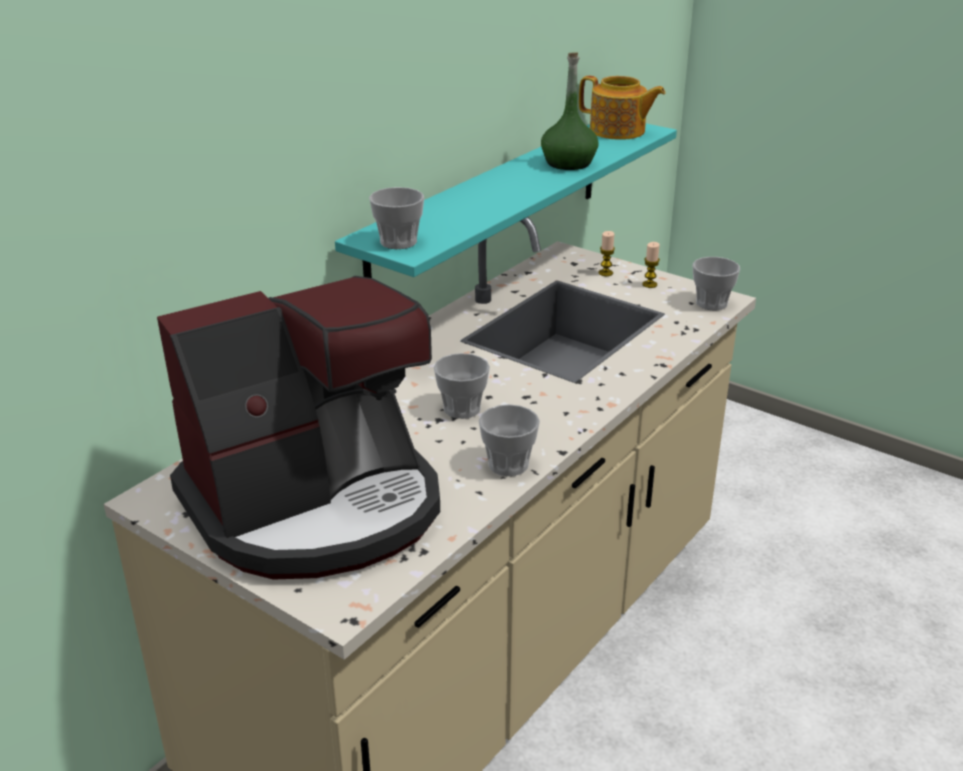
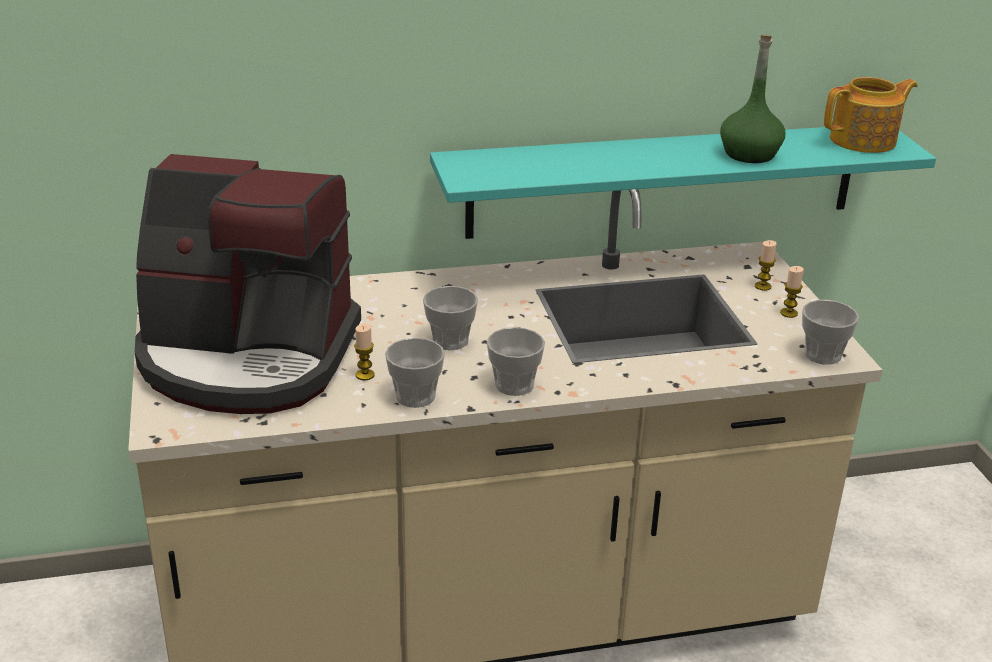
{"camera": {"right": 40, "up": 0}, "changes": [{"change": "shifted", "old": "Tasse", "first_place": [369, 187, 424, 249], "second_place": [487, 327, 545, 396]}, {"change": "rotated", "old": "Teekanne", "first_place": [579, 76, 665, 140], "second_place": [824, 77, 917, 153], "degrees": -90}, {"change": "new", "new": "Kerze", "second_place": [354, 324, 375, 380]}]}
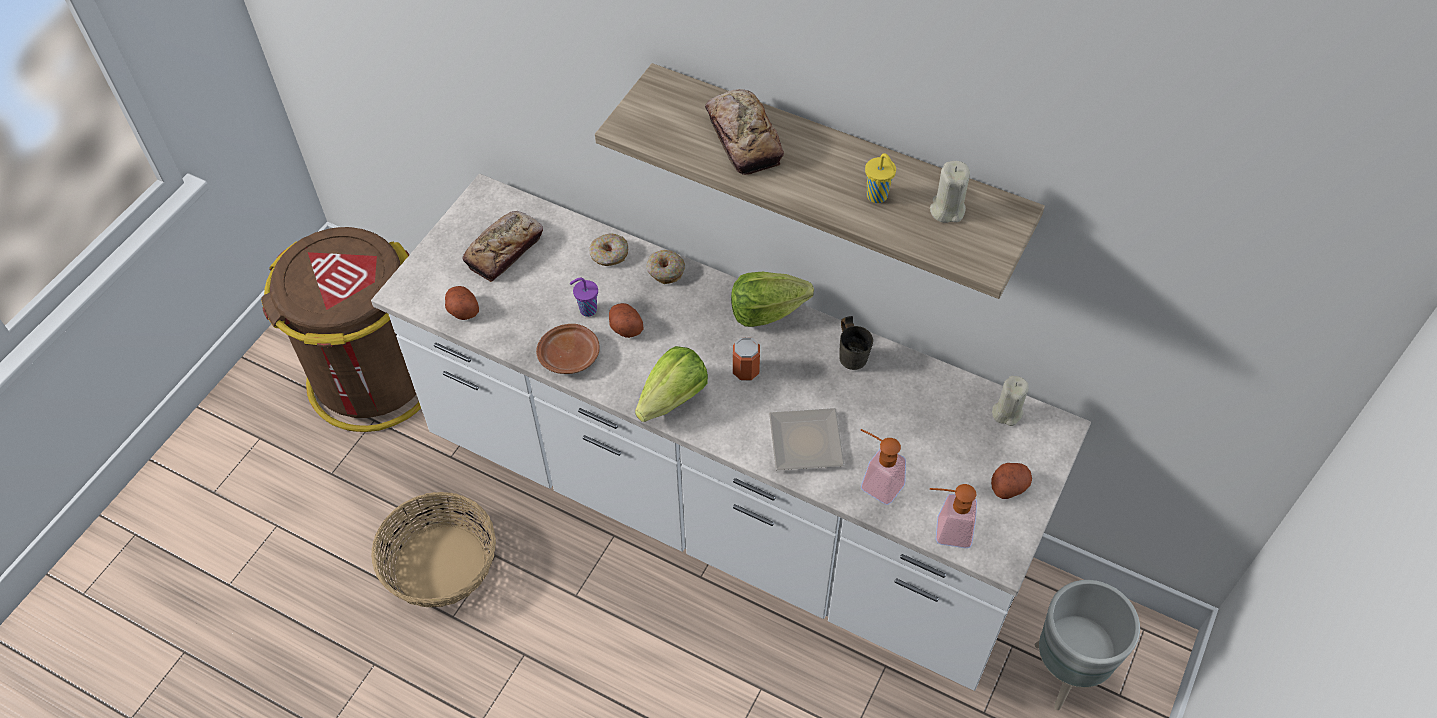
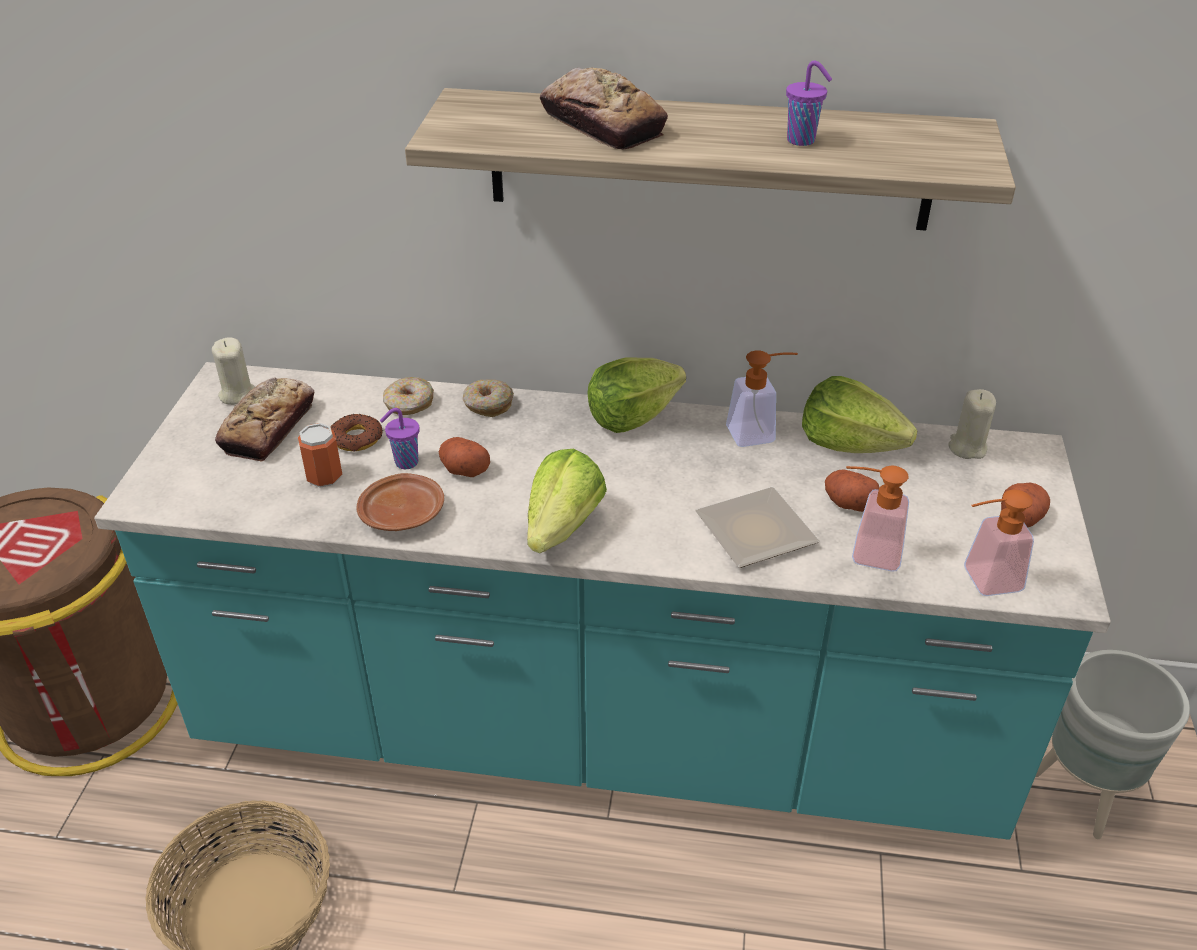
{"camera": {"right": -20, "up": -15}, "changes": [{"change": "repainted", "old": "Küchenzeile/weiß", "new": "Küchenzeile/türkis", "first_place": [371, 174, 1091, 691], "second_place": [94, 362, 1111, 840]}, {"change": "shifted", "old": "Kartoffel", "first_place": [445, 286, 479, 320], "second_place": [825, 470, 879, 512]}, {"change": "shifted", "old": "Dose", "first_place": [733, 337, 760, 381], "second_place": [298, 423, 342, 488]}, {"change": "swapped", "old": "Henkelbecher/grau", "new": "Seifenspender", "first_place": [839, 316, 873, 370], "second_place": [726, 350, 798, 447]}, {"change": "repainted", "old": "Tasse/gelb", "new": "Tasse/lila", "first_place": [865, 153, 896, 203], "second_place": [786, 61, 832, 146]}, {"change": "shifted", "old": "Kerze/beige", "first_place": [930, 161, 970, 223], "second_place": [212, 337, 255, 405]}, {"change": "new", "new": "Donut", "second_place": [331, 414, 383, 452]}, {"change": "new", "new": "Salatkopf", "second_place": [802, 376, 918, 453]}]}
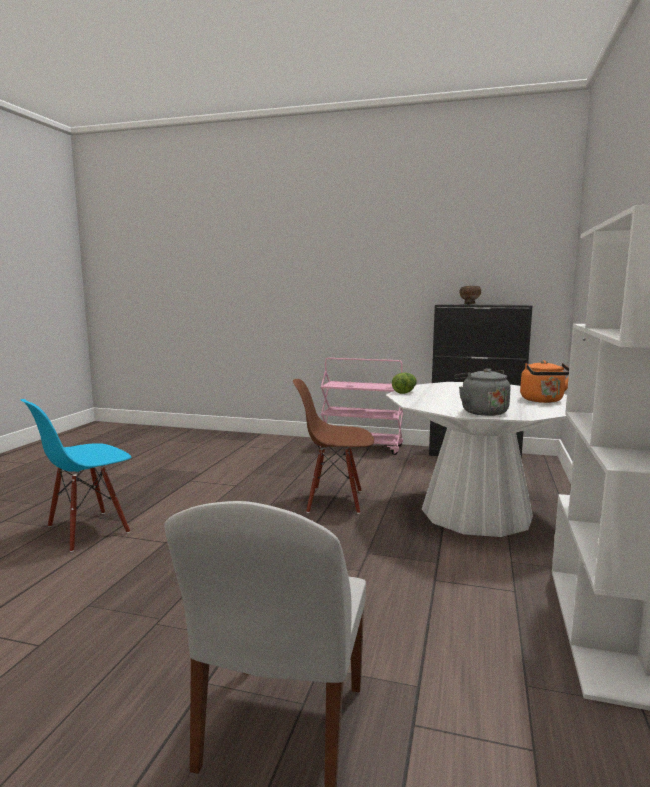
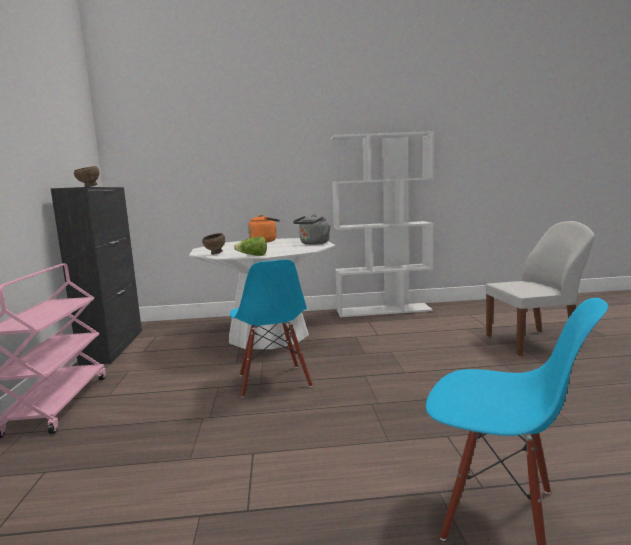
{"camera": {"right": -110, "up": 0}, "changes": [{"change": "repainted", "old": "Stuhl/braun", "new": "Stuhl/blau", "first_place": [293, 379, 374, 514], "second_place": [230, 260, 313, 398]}, {"change": "new", "new": "Schüssel/braun", "second_place": [202, 233, 225, 255]}]}
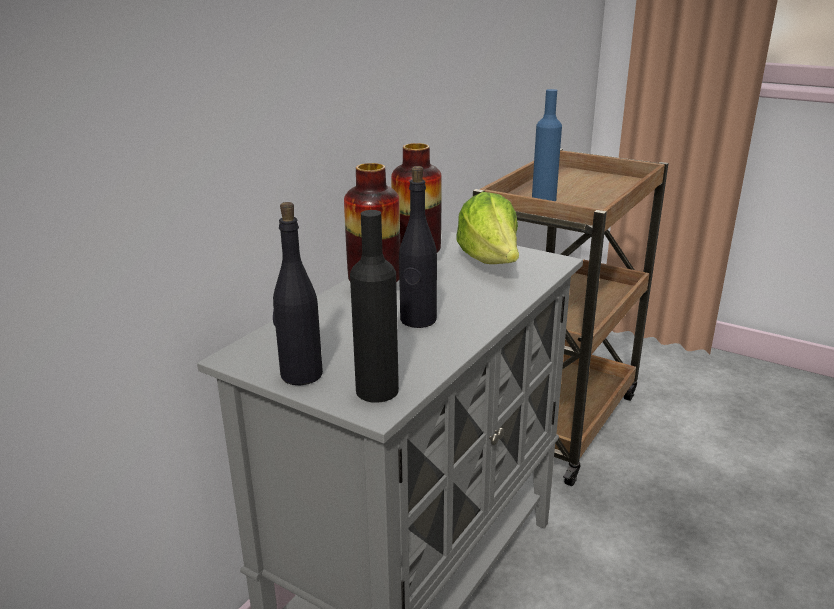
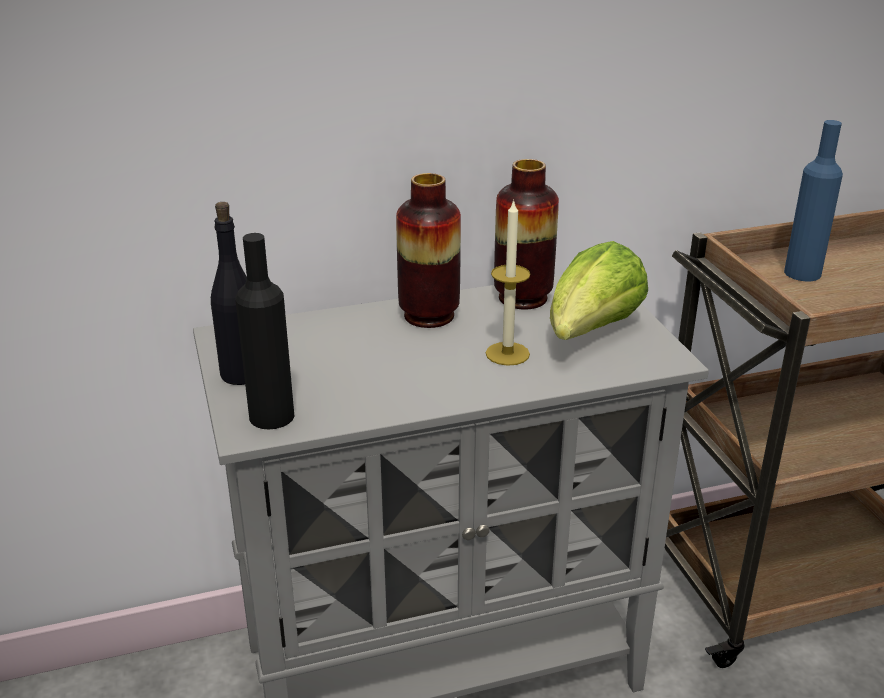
{"camera": {"right": 40, "up": 5}, "changes": [{"change": "gone", "old": "Flasche/schwarz", "first_place": [399, 166, 437, 328]}, {"change": "new", "new": "Kerze", "second_place": [486, 199, 531, 366]}]}
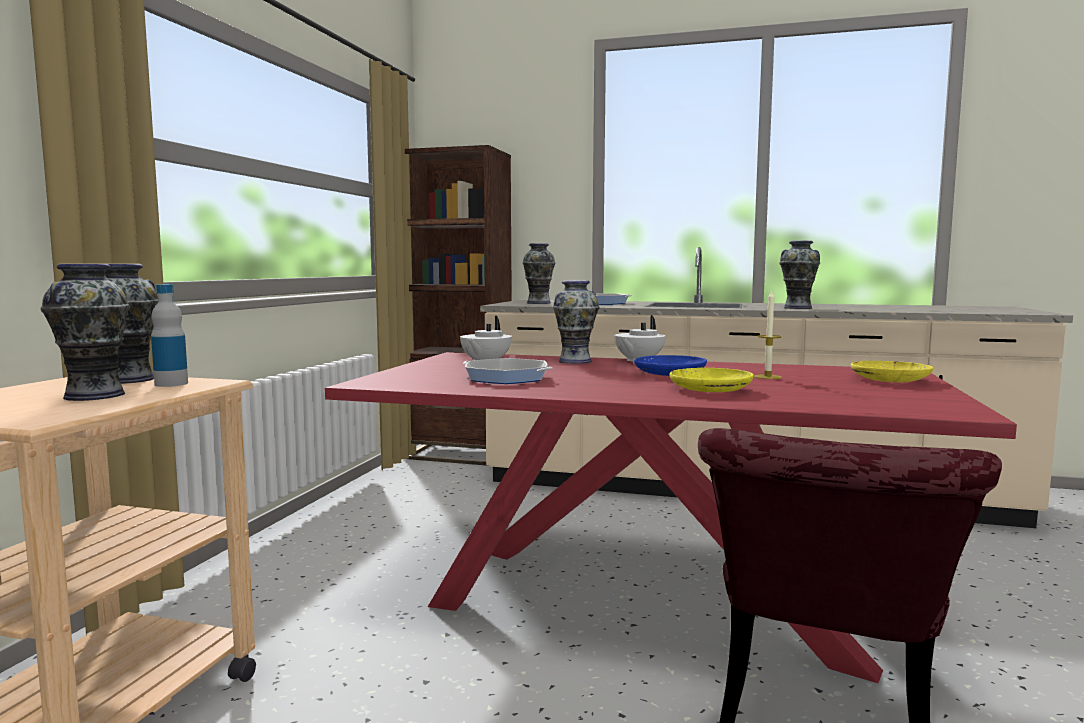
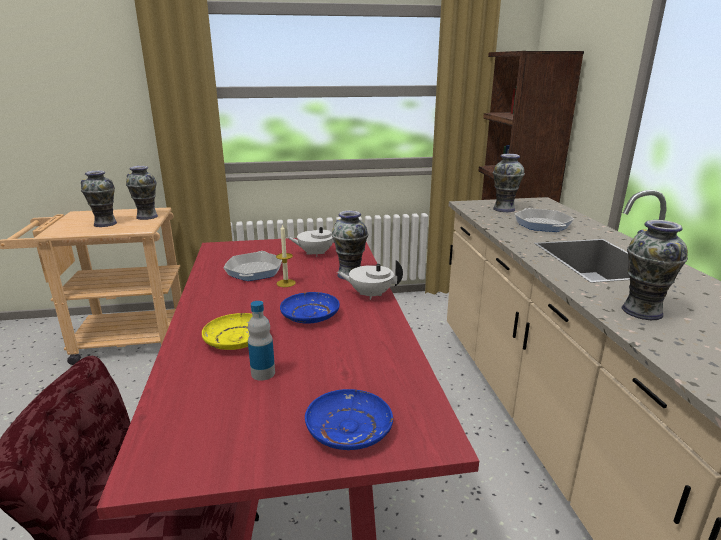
{"camera": {"right": 65, "up": 15}, "changes": [{"change": "shifted", "old": "Flasche", "first_place": [151, 284, 188, 387], "second_place": [248, 301, 275, 381]}, {"change": "shifted", "old": "Kerze", "first_place": [754, 290, 782, 379], "second_place": [276, 224, 296, 287]}, {"change": "repainted", "old": "Teller/gelb", "new": "Teller/blau", "first_place": [851, 361, 933, 383], "second_place": [305, 389, 393, 450]}]}
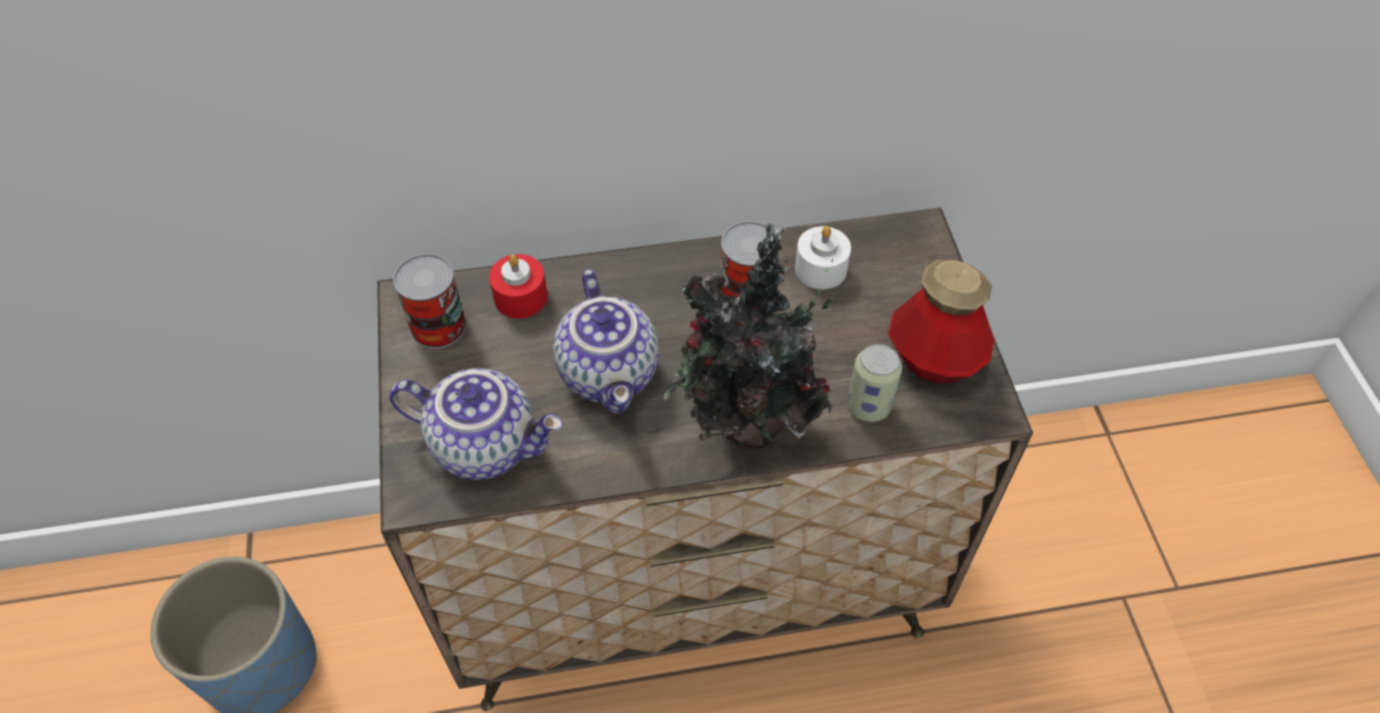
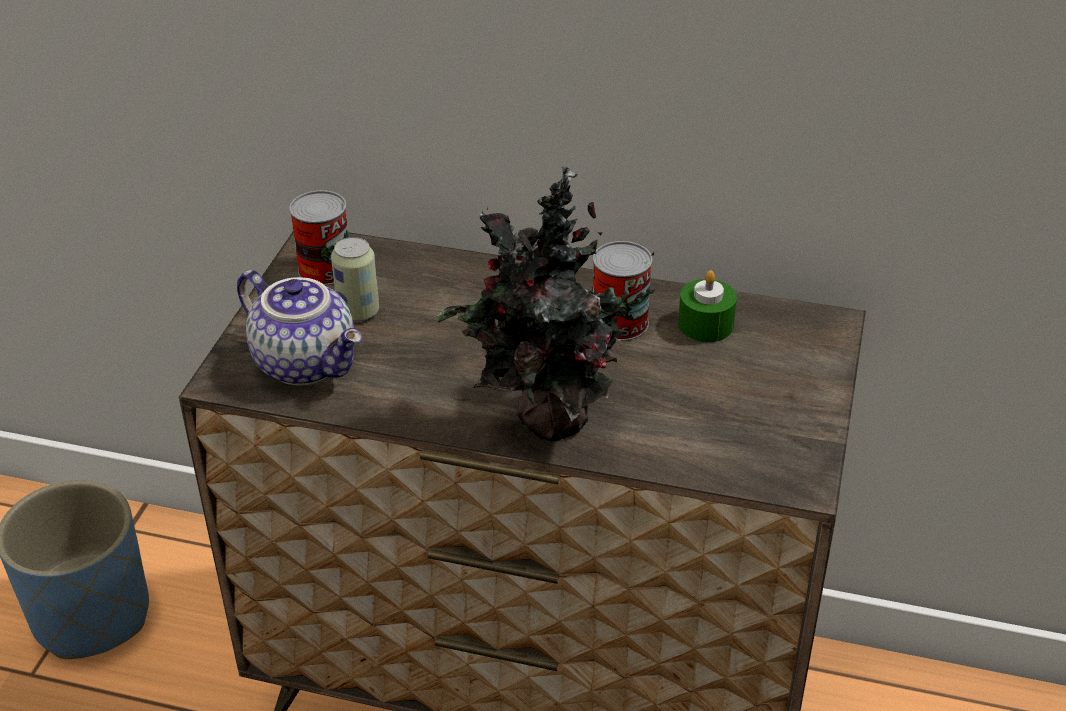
{"camera": {"right": 25, "up": -15}, "changes": [{"change": "gone", "old": "Kerze/rot", "first_place": [489, 254, 548, 319]}, {"change": "gone", "old": "Teekanne", "first_place": [553, 269, 659, 413]}, {"change": "repainted", "old": "Kerze/weiß", "new": "Kerze/grün", "first_place": [795, 226, 851, 289], "second_place": [678, 270, 737, 342]}, {"change": "shifted", "old": "Dose", "first_place": [847, 344, 902, 422], "second_place": [331, 237, 379, 321]}, {"change": "gone", "old": "Flasche", "first_place": [888, 259, 994, 384]}]}
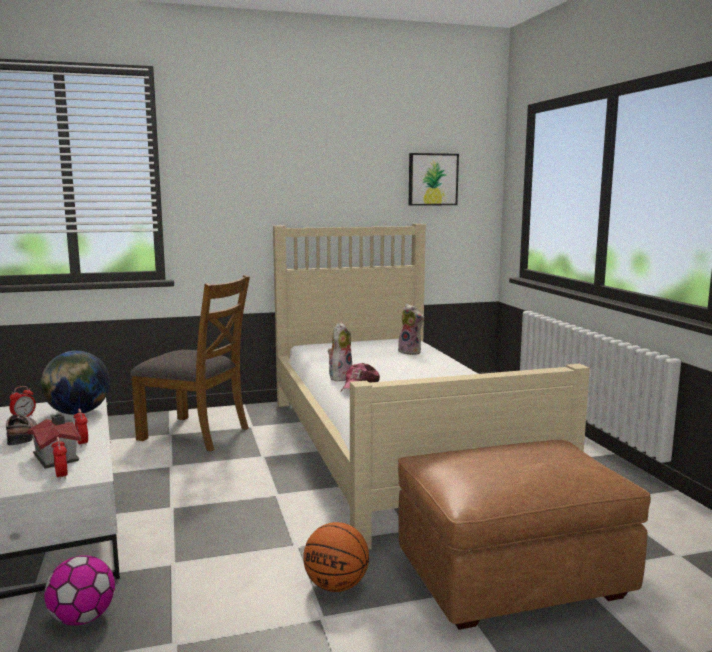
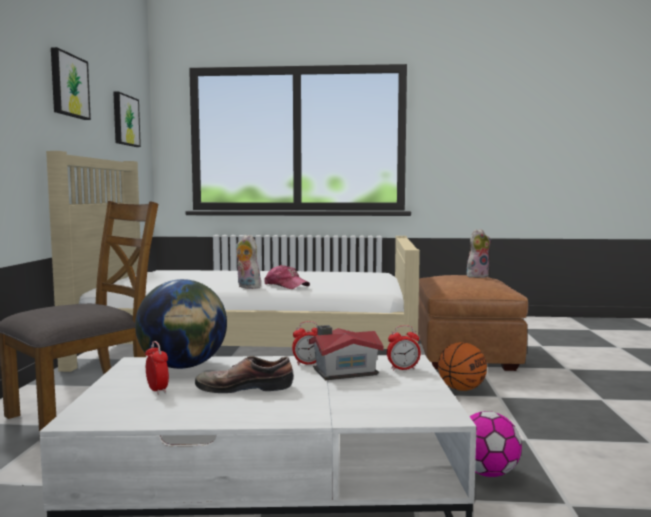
{"camera": {"right": -70, "up": -5}, "changes": [{"change": "shifted", "old": "Plüschtier", "first_place": [398, 304, 424, 355], "second_place": [467, 229, 491, 278]}, {"change": "new", "new": "Bild", "second_place": [51, 47, 91, 120]}]}
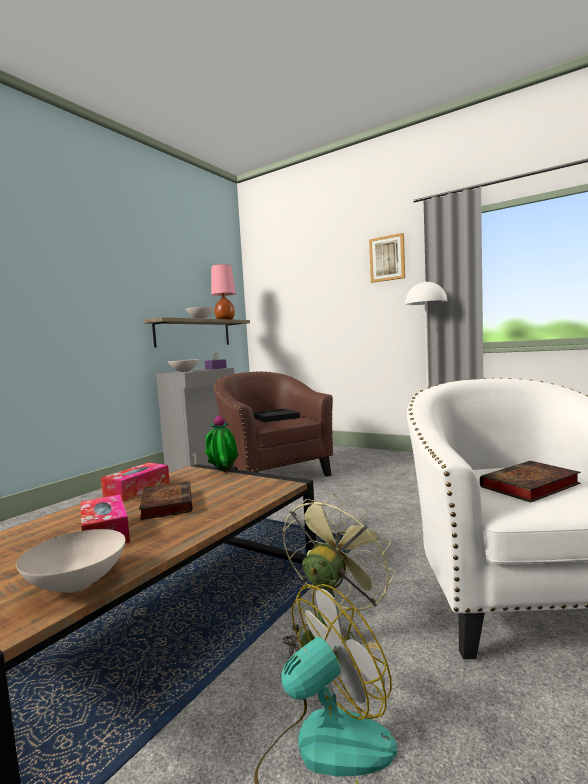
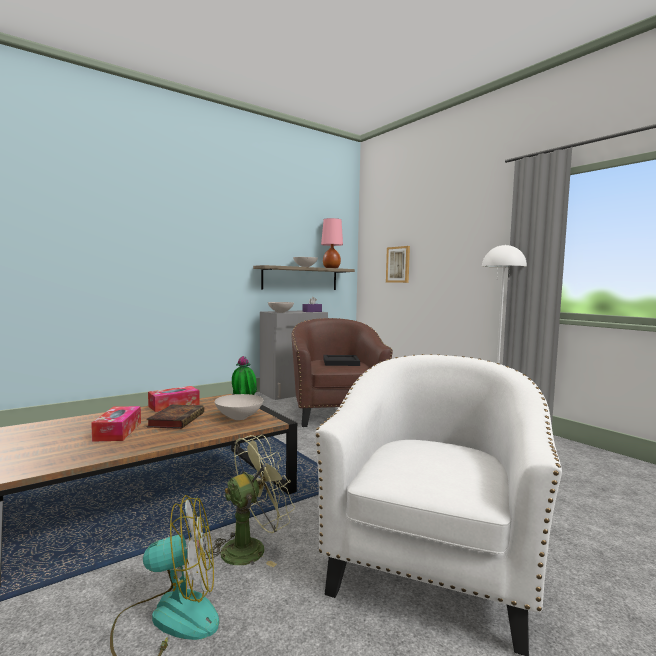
{"camera": {"right": 20, "up": 0}, "changes": [{"change": "shifted", "old": "Schüssel/weiß", "first_place": [16, 529, 126, 593], "second_place": [214, 394, 263, 420]}, {"change": "shifted", "old": "Bild", "first_place": [369, 233, 405, 283], "second_place": [386, 246, 410, 283]}, {"change": "gone", "old": "Buch", "first_place": [480, 461, 580, 503]}]}
